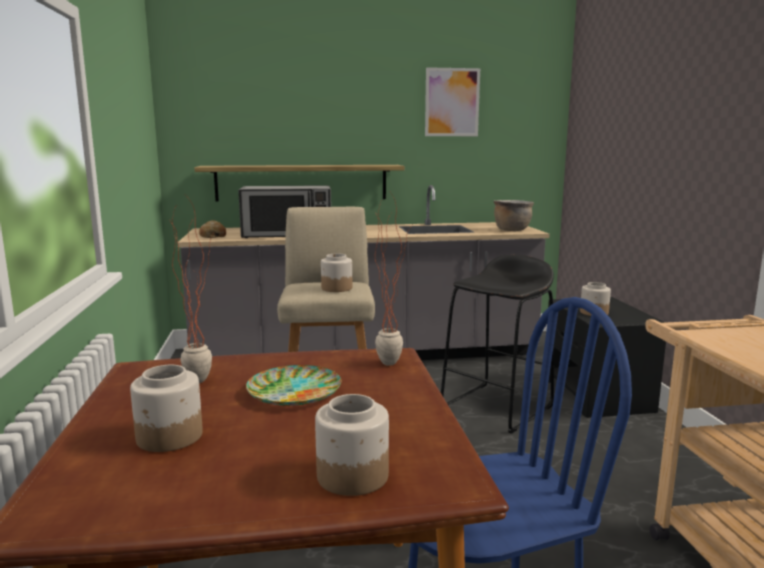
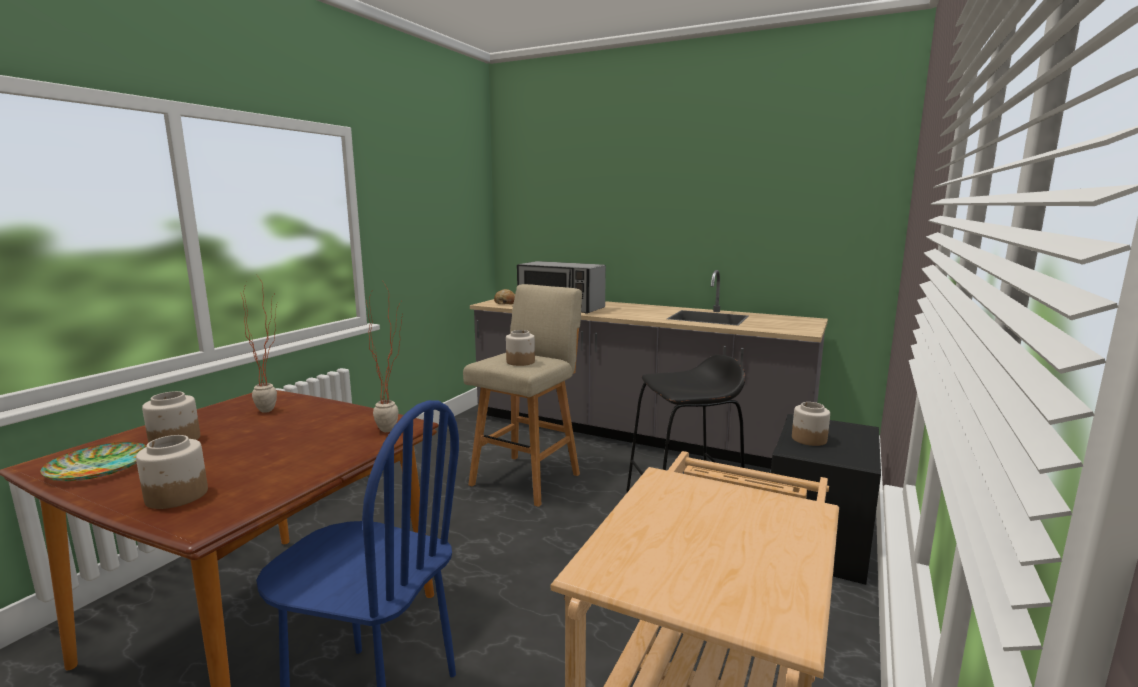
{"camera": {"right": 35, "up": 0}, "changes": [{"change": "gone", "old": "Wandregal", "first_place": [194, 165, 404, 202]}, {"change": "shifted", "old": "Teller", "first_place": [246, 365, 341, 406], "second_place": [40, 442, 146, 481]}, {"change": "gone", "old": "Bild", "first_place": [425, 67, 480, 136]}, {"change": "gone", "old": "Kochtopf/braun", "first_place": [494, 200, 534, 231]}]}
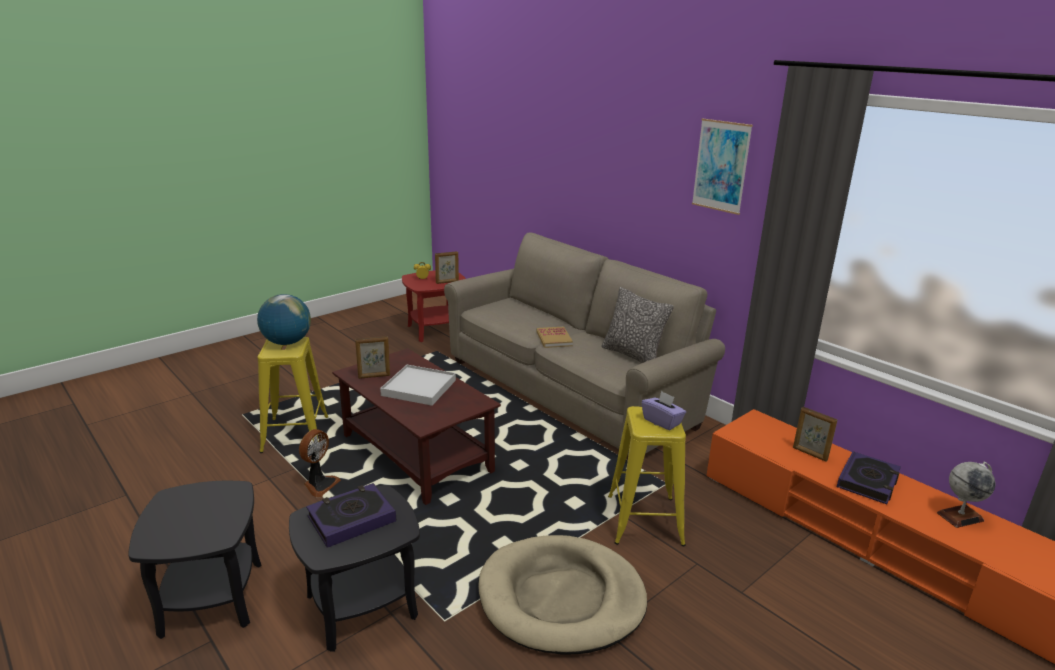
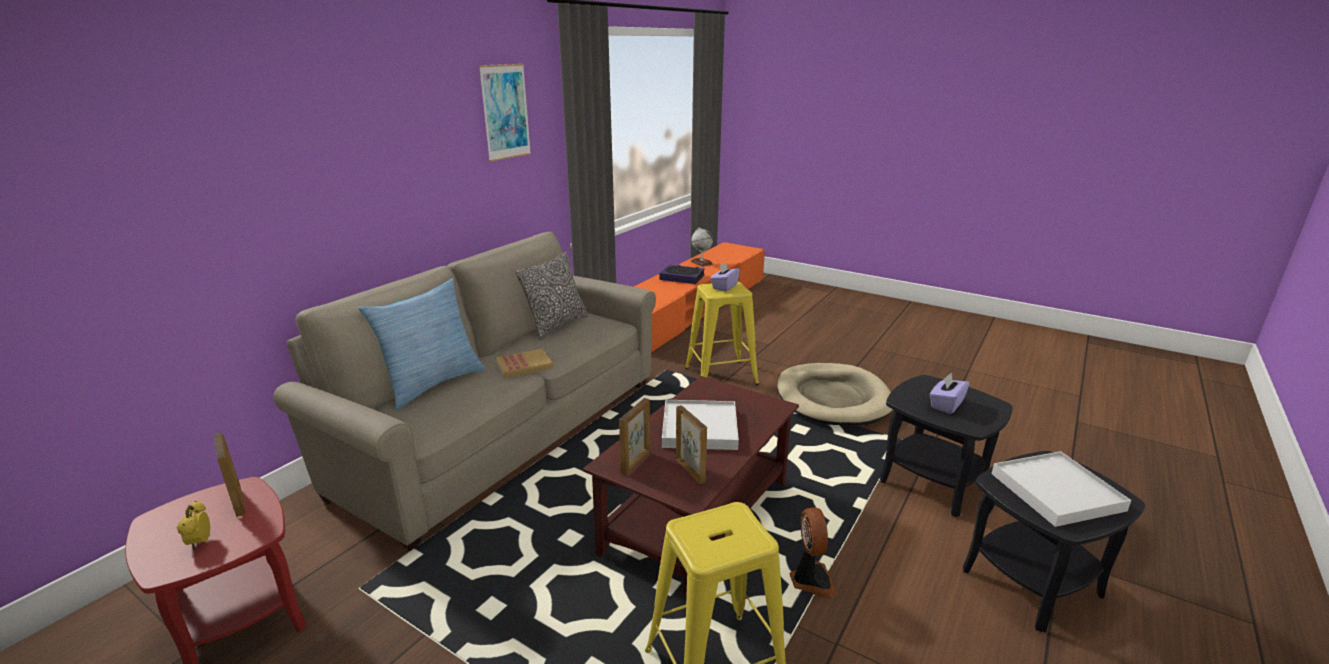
{"camera": {"right": -105, "up": 0}, "changes": [{"change": "gone", "old": "Globus", "first_place": [257, 294, 311, 345]}, {"change": "rotated", "old": "Ventilator", "first_place": [299, 429, 341, 497], "second_place": [790, 508, 838, 598], "degrees": 75}, {"change": "swapped", "old": "Buch", "new": "Taschentuchbox/lila", "first_place": [306, 483, 396, 548], "second_place": [930, 373, 969, 414]}, {"change": "shifted", "old": "Bilderrahmen", "first_place": [793, 407, 837, 461], "second_place": [619, 398, 650, 475]}, {"change": "new", "new": "Kissen", "second_place": [358, 278, 485, 410]}, {"change": "new", "new": "Tablett/weiß", "second_place": [992, 451, 1132, 527]}]}
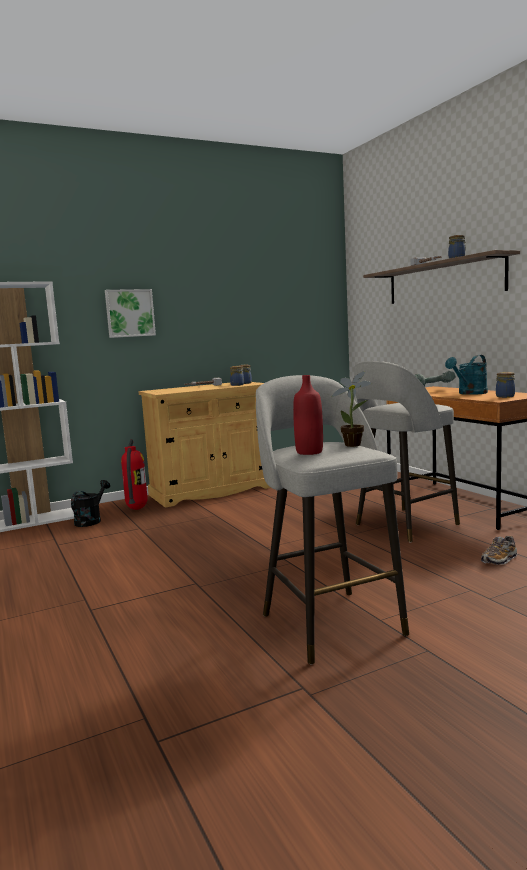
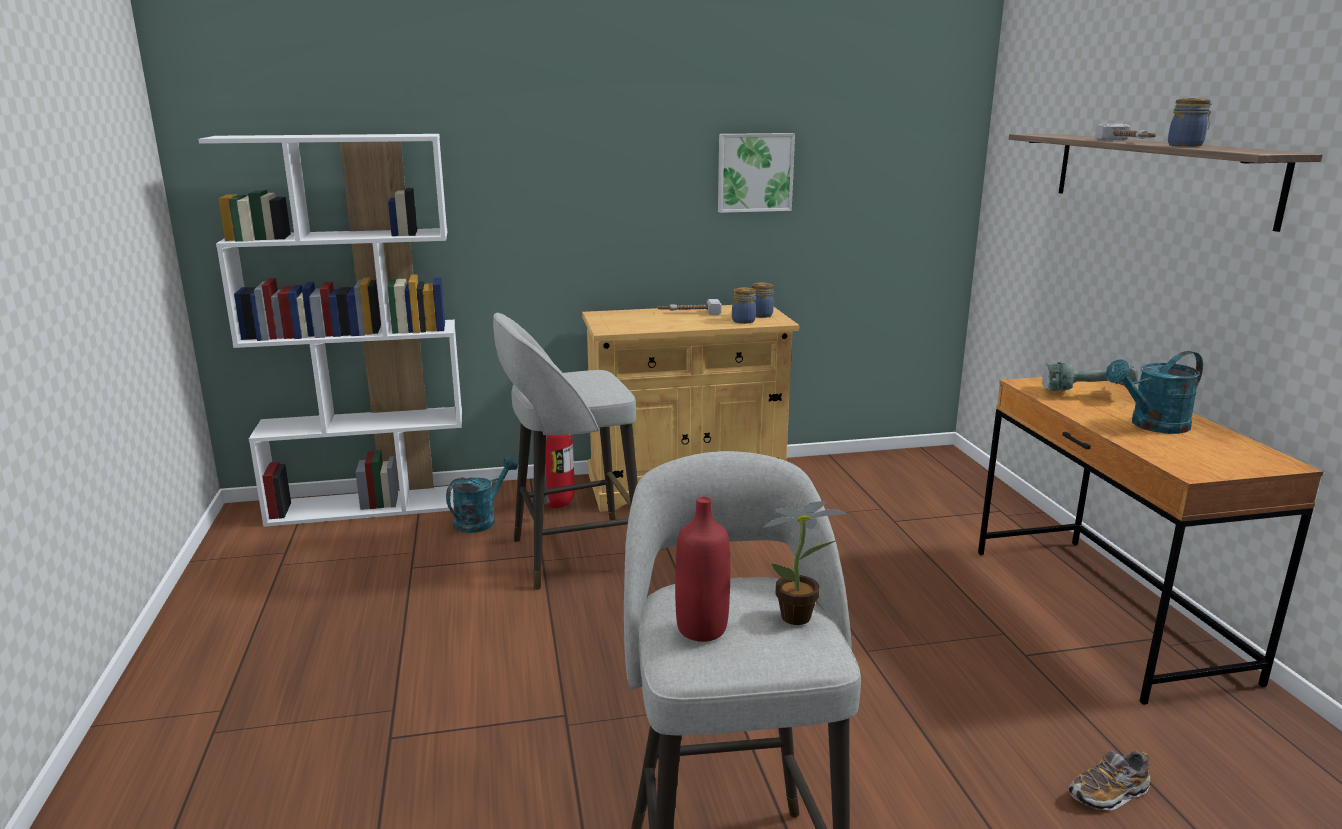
{"camera": {"right": 15, "up": 10}, "changes": [{"change": "repainted", "old": "Gießkanne/schwarz", "new": "Gießkanne/türkis", "first_place": [71, 480, 110, 527], "second_place": [446, 457, 518, 533]}, {"change": "shifted", "old": "Bild", "first_place": [105, 289, 156, 338], "second_place": [718, 133, 795, 213]}, {"change": "shifted", "old": "Hocker/grau", "first_place": [354, 361, 460, 542], "second_place": [493, 313, 638, 590]}, {"change": "gone", "old": "Vorratsglas", "first_place": [496, 372, 515, 398]}]}
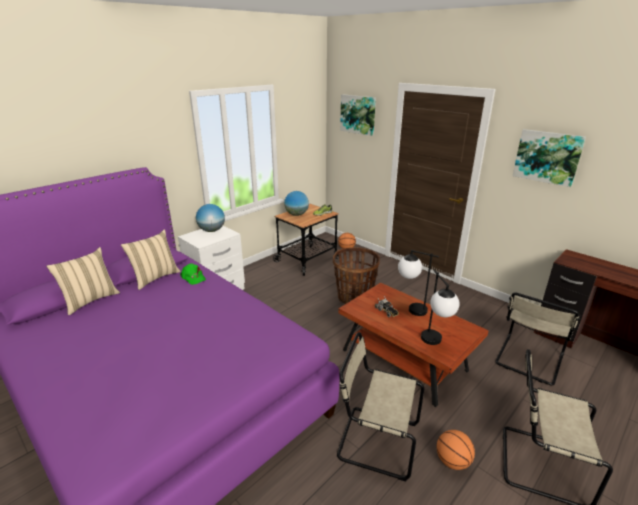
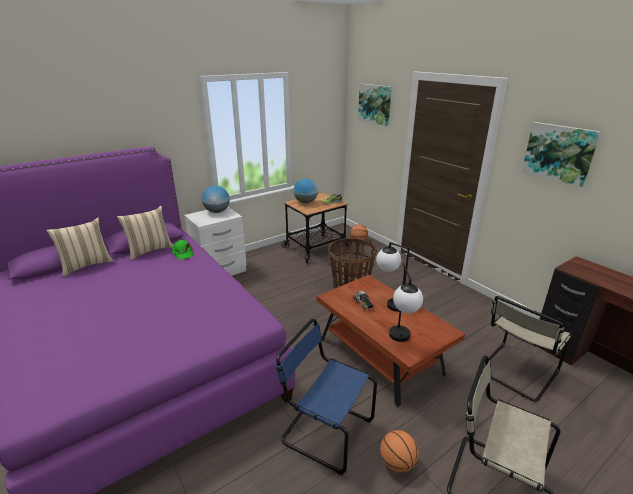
{"camera": {"right": 10, "up": 0}, "changes": [{"change": "repainted", "old": "Stuhl/beige", "new": "Stuhl/blau", "first_place": [337, 332, 424, 481], "second_place": [276, 319, 377, 475]}]}
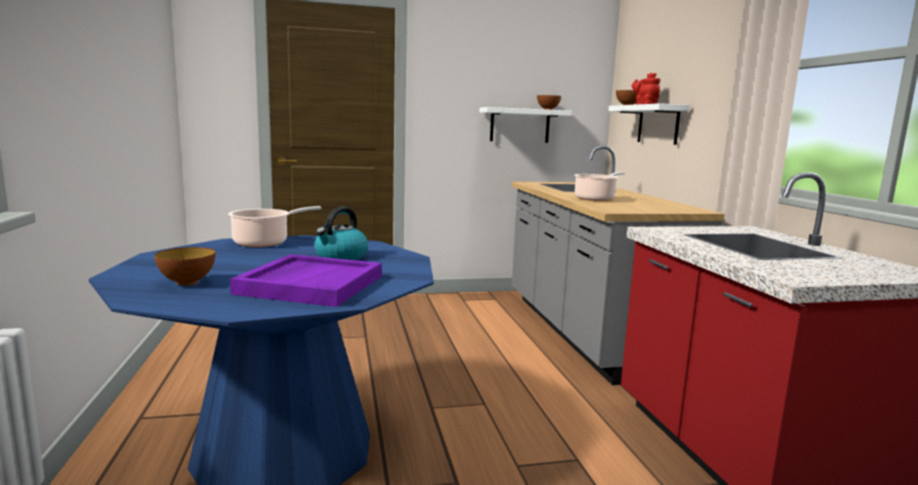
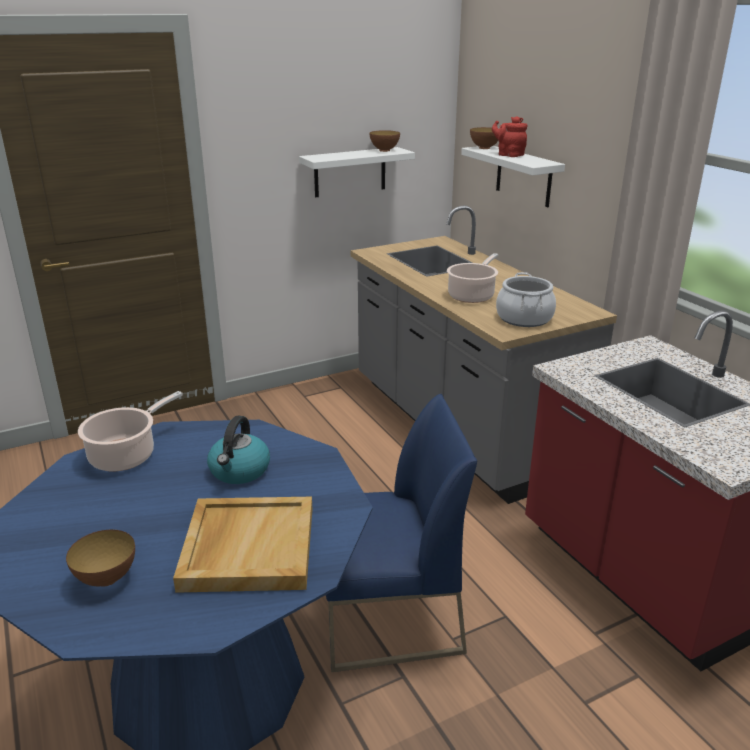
{"camera": {"right": -15, "up": 15}, "changes": [{"change": "repainted", "old": "Tablett/lila", "new": "Tablett/beige", "first_place": [230, 254, 381, 307], "second_place": [173, 497, 313, 593]}, {"change": "new", "new": "Stuhl/blau", "second_place": [326, 394, 477, 672]}, {"change": "new", "new": "Kochtopf", "second_place": [496, 272, 556, 327]}]}
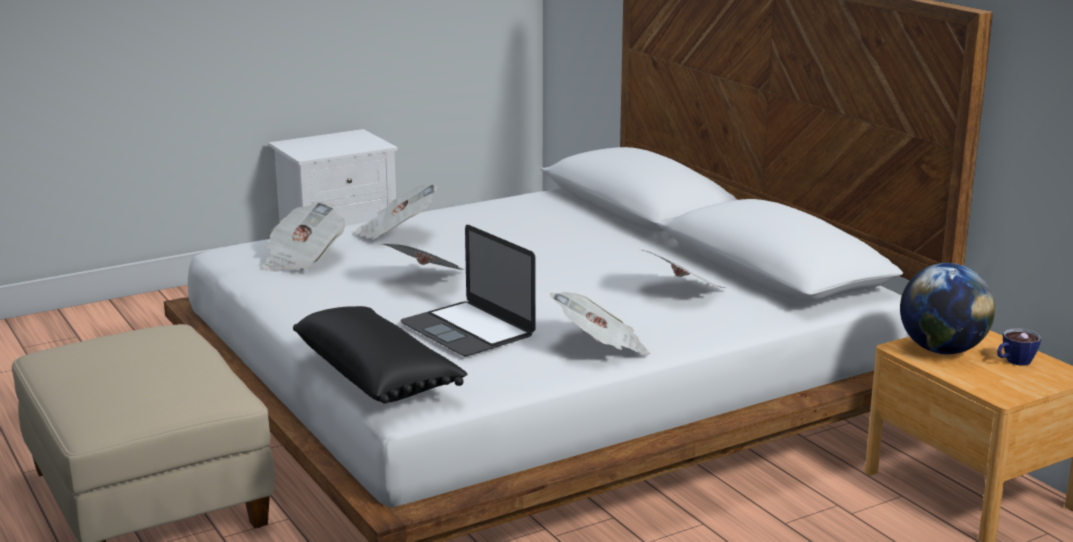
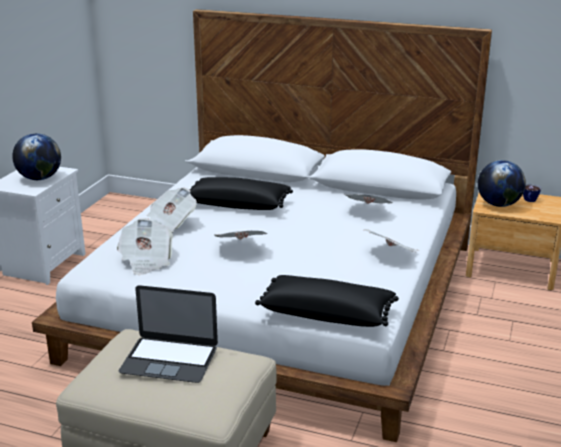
{"camera": {"right": -40, "up": 5}, "changes": [{"change": "shifted", "old": "Laptop", "first_place": [400, 225, 536, 357], "second_place": [119, 285, 218, 383]}, {"change": "new", "new": "Globus", "second_place": [12, 133, 61, 180]}, {"change": "new", "new": "Kissen/schwarz", "second_place": [190, 177, 293, 210]}]}
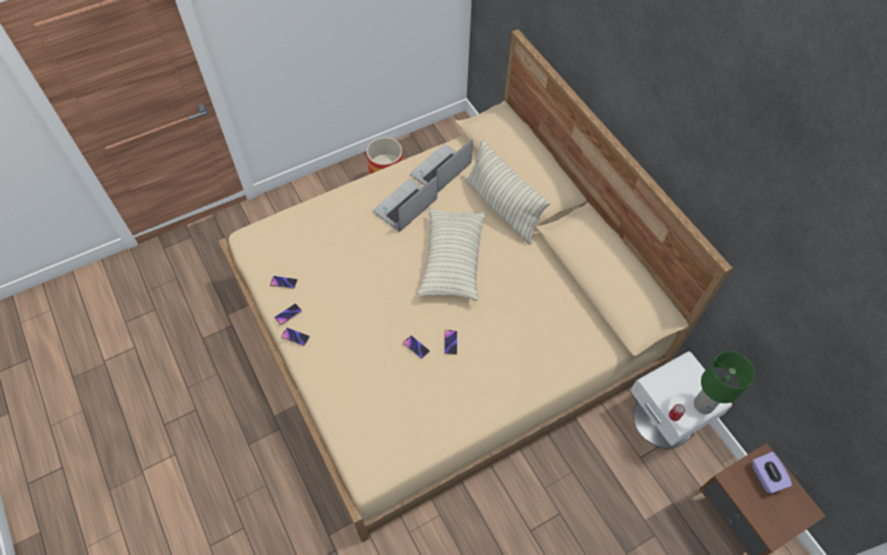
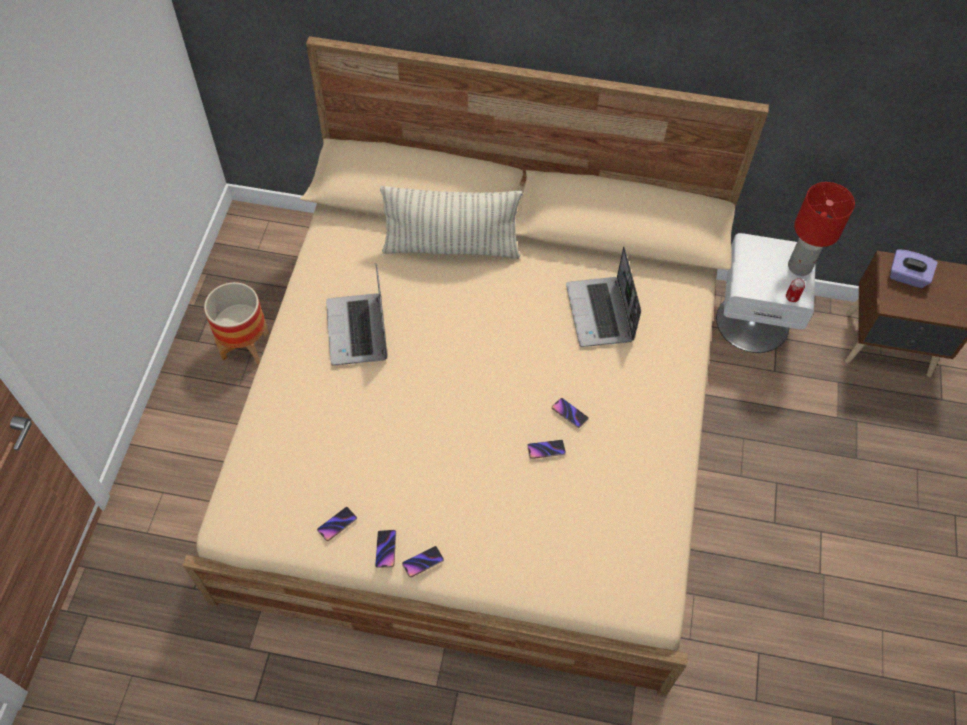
{"camera": {"right": -50, "up": 0}, "changes": [{"change": "shifted", "old": "Laptop", "first_place": [410, 139, 473, 193], "second_place": [566, 247, 641, 347]}, {"change": "gone", "old": "Kissen", "first_place": [417, 208, 485, 301]}, {"change": "repainted", "old": "Tischlampe/grün", "new": "Tischlampe/rot", "first_place": [694, 351, 755, 414], "second_place": [788, 182, 855, 276]}]}
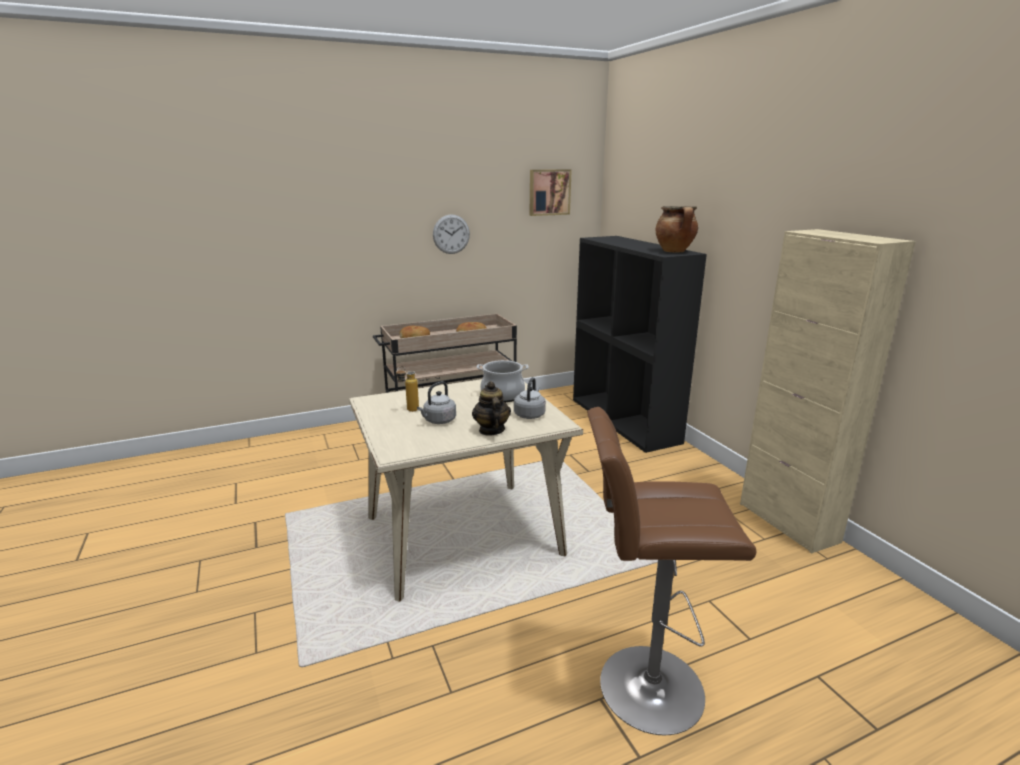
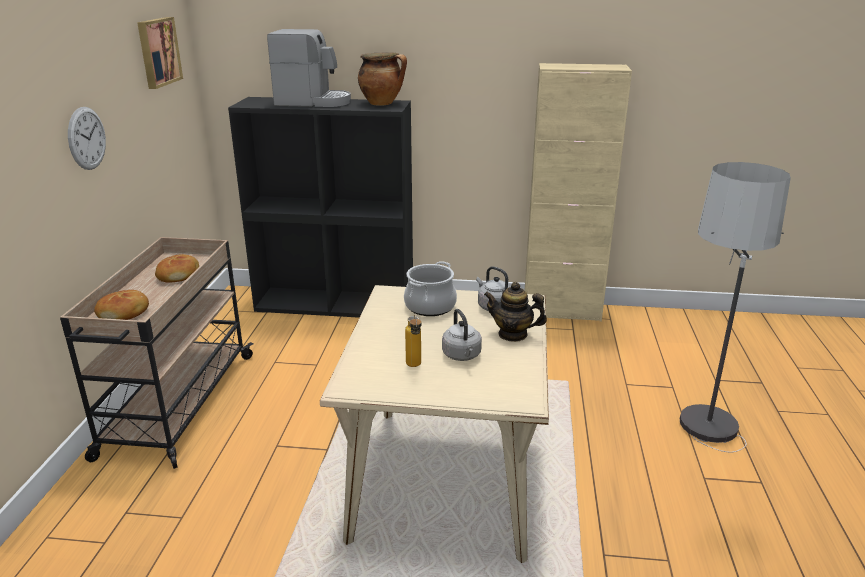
{"camera": {"right": -60, "up": 5}, "changes": [{"change": "swapped", "old": "Hocker/braun", "new": "Stehlampe", "first_place": [587, 407, 756, 735], "second_place": [680, 162, 791, 453]}, {"change": "new", "new": "Kaffeemaschine", "second_place": [267, 29, 351, 107]}]}
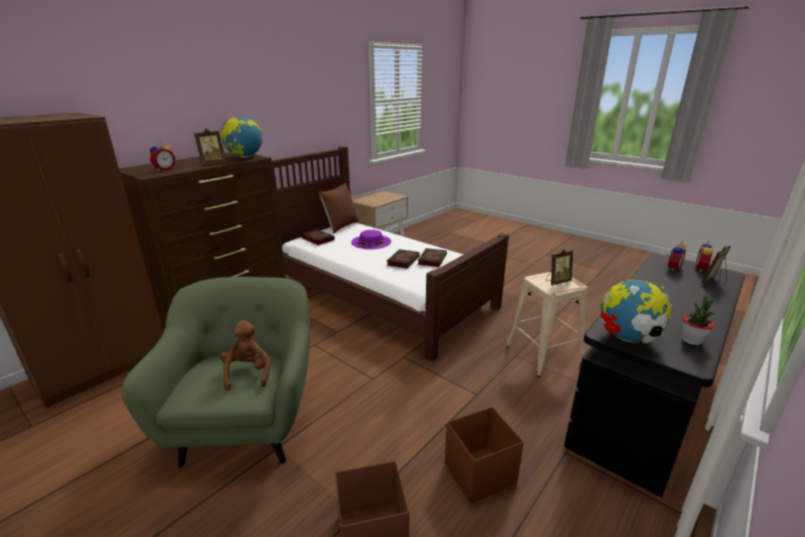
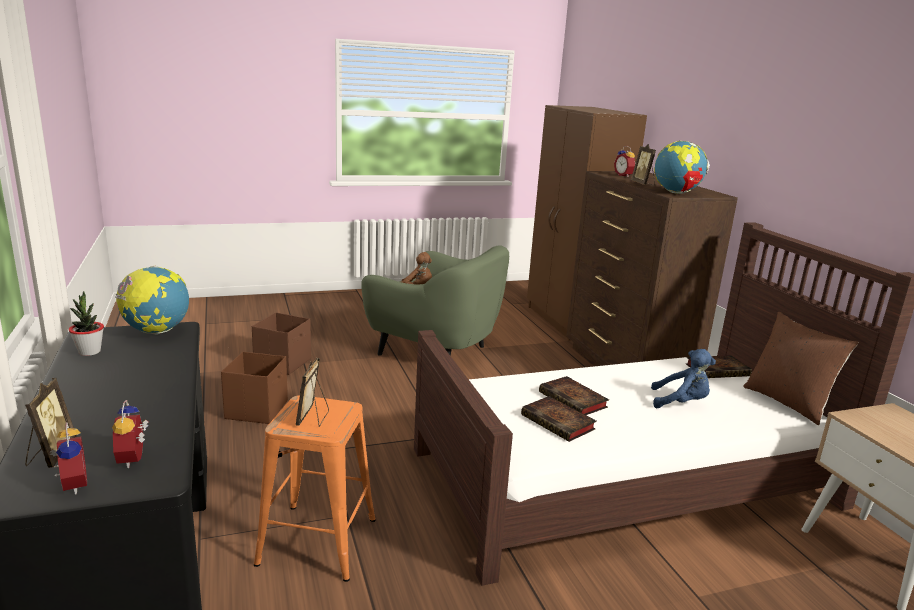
{"camera": {"right": 120, "up": -5}, "changes": [{"change": "swapped", "old": "Hut/lila", "new": "Plüschtier/blau", "first_place": [351, 230, 391, 249], "second_place": [651, 349, 716, 408]}, {"change": "repainted", "old": "Hocker/beige", "new": "Hocker/orange", "first_place": [506, 272, 588, 377], "second_place": [254, 395, 376, 582]}]}
